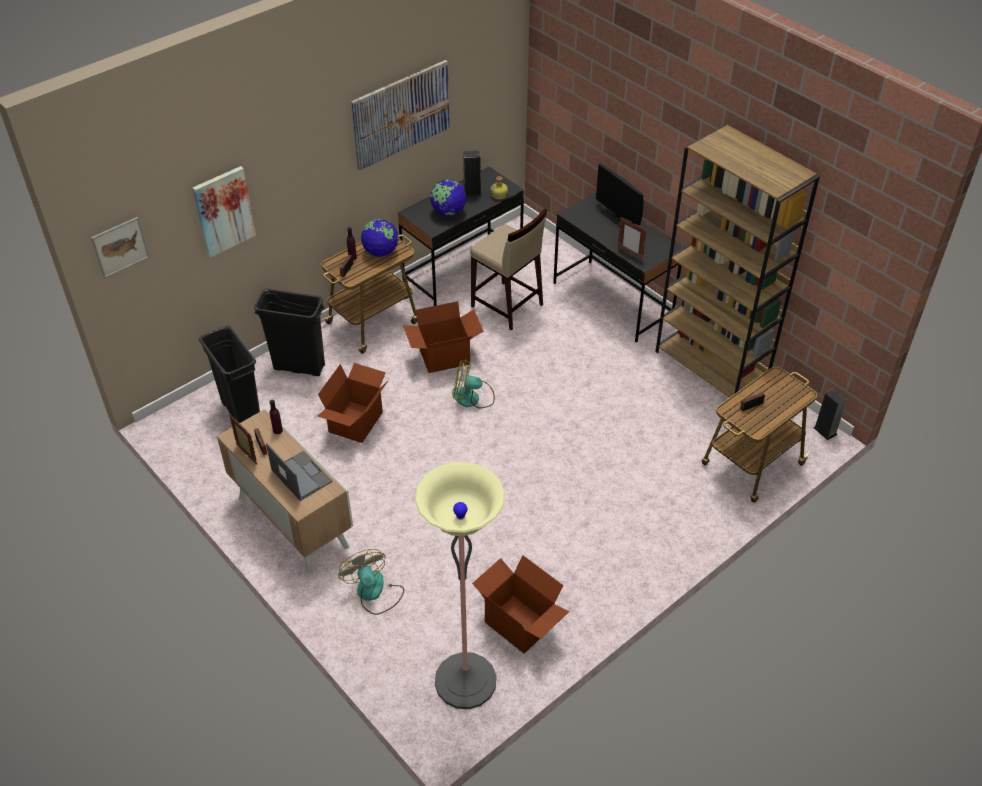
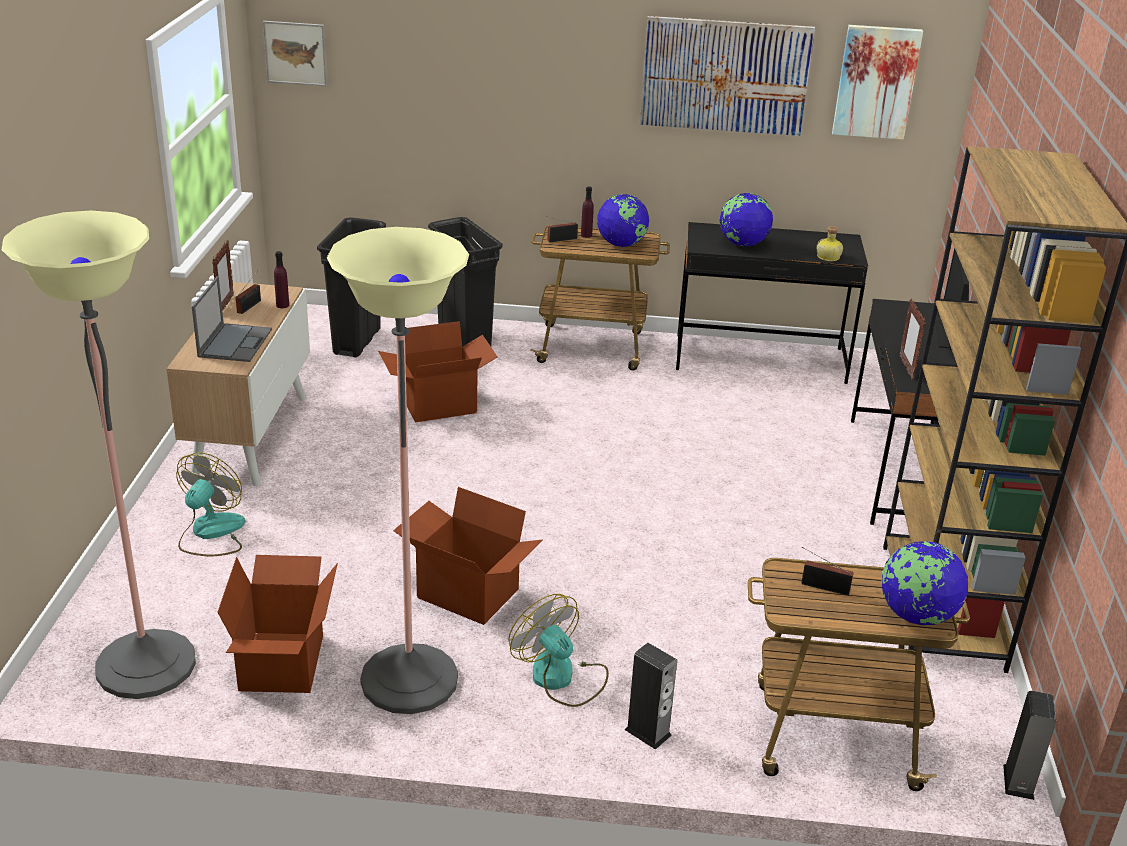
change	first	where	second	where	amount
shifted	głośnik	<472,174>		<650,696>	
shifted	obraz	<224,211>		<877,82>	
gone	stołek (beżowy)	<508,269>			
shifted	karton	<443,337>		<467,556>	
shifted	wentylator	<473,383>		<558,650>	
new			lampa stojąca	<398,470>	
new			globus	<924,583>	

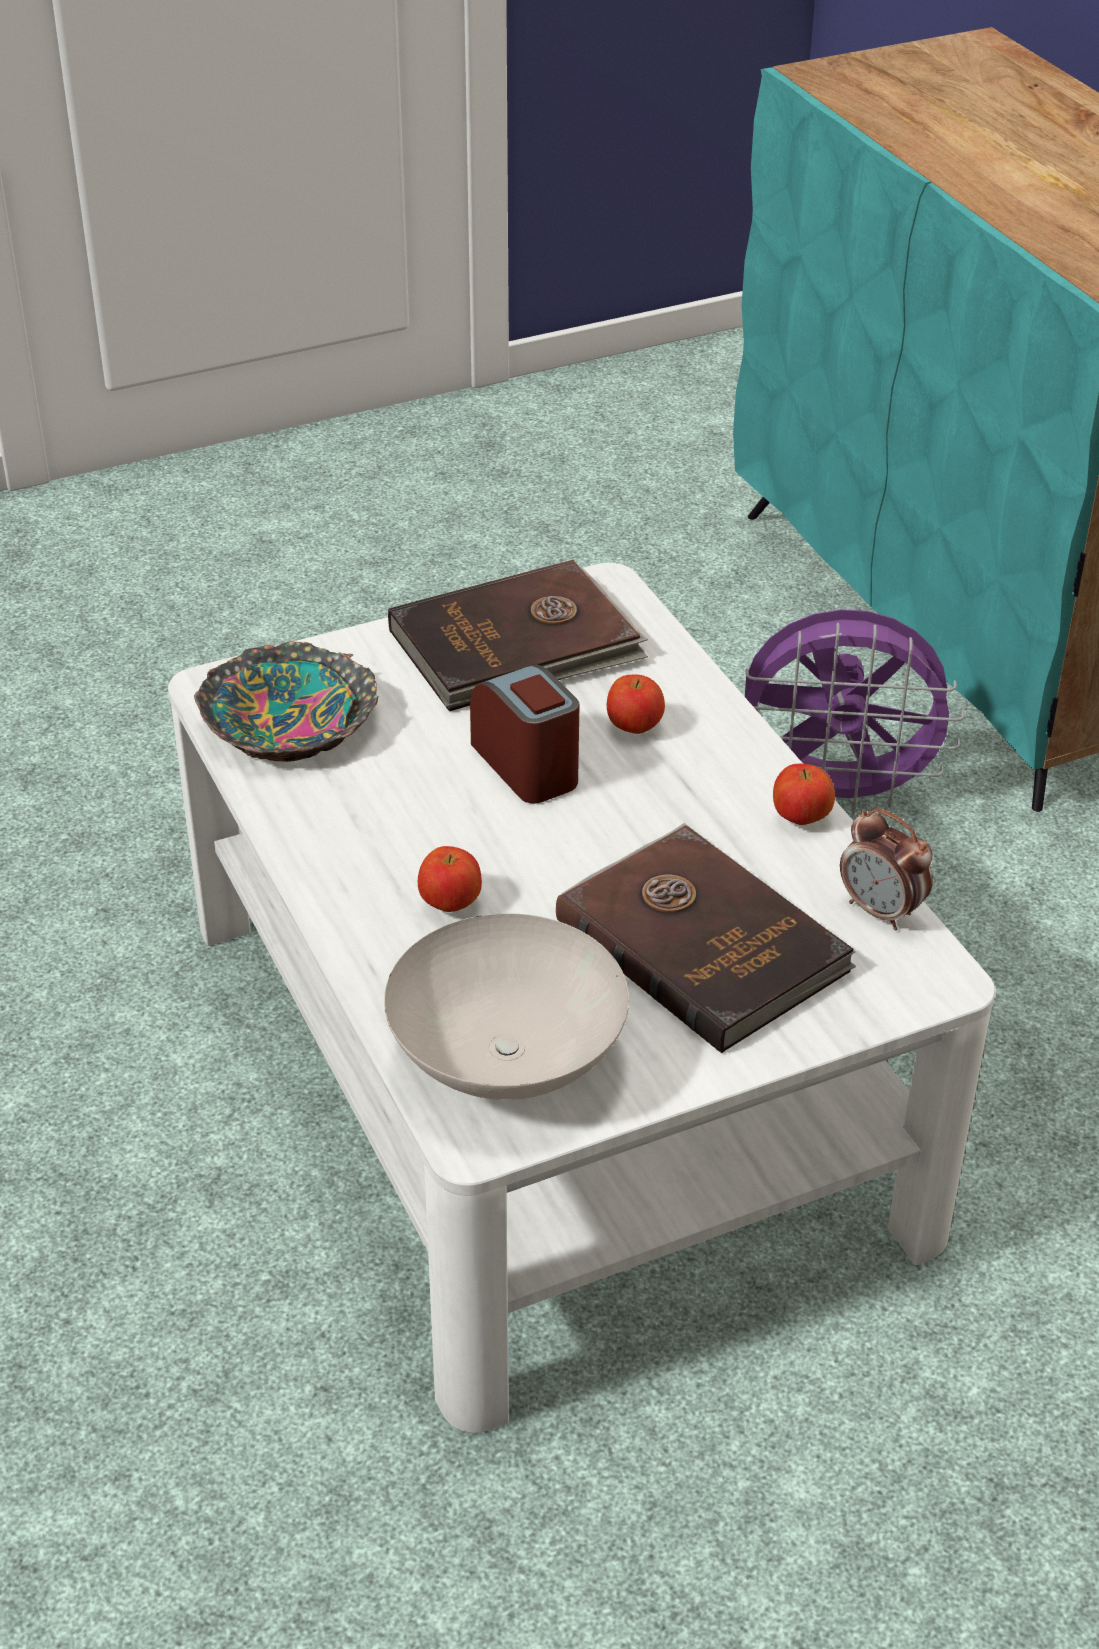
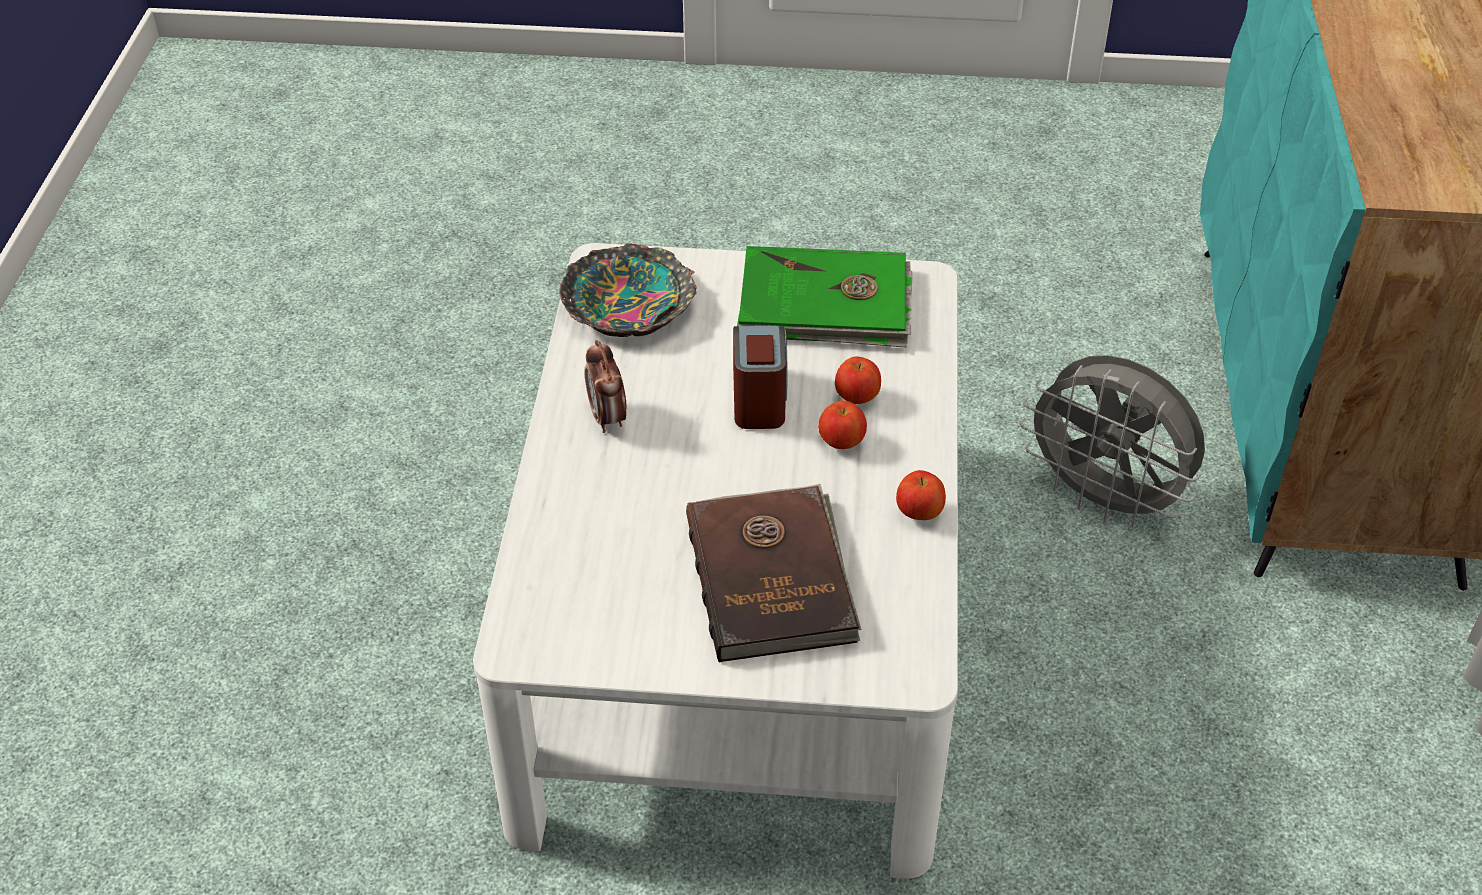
change	first	where	second	where	amount
repainted	książka (brązowy)	<518,635>	książka (zielony)	<824,297>	
repainted	wentylator (fioletowy)	<855,712>	wentylator (szary)	<1112,441>	
shifted	budzik	<886,869>		<605,386>	
shifted	jabłko	<450,879>		<842,424>	
gone	miska (biały)	<506,1006>			

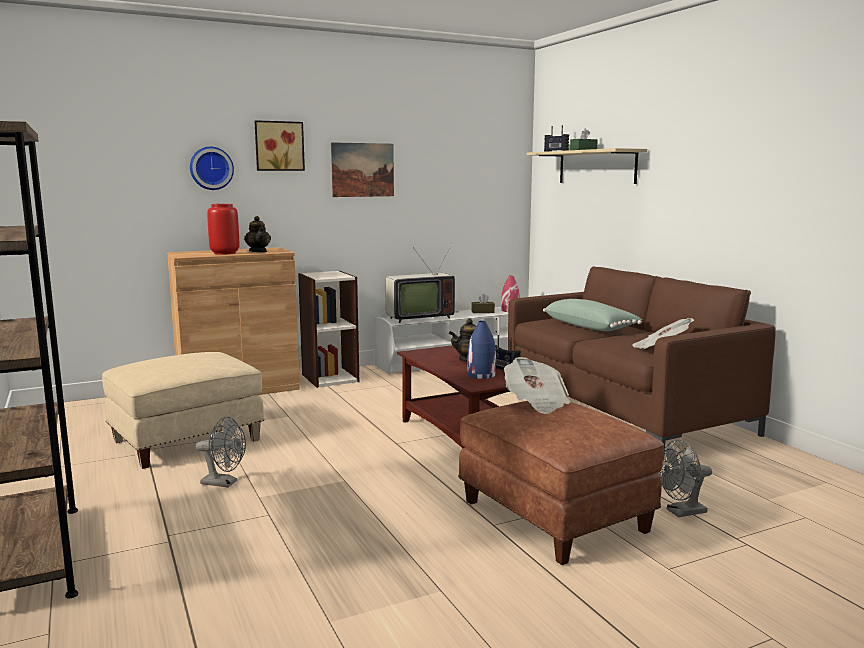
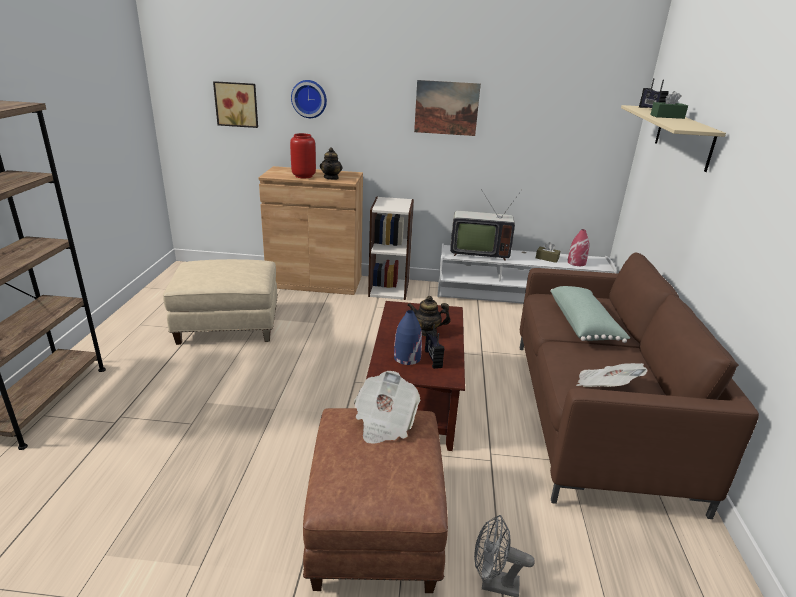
change	first	where	second	where	amount
shifted	obraz	<279,145>		<235,104>	
gone	wentylator (szary)	<221,452>			

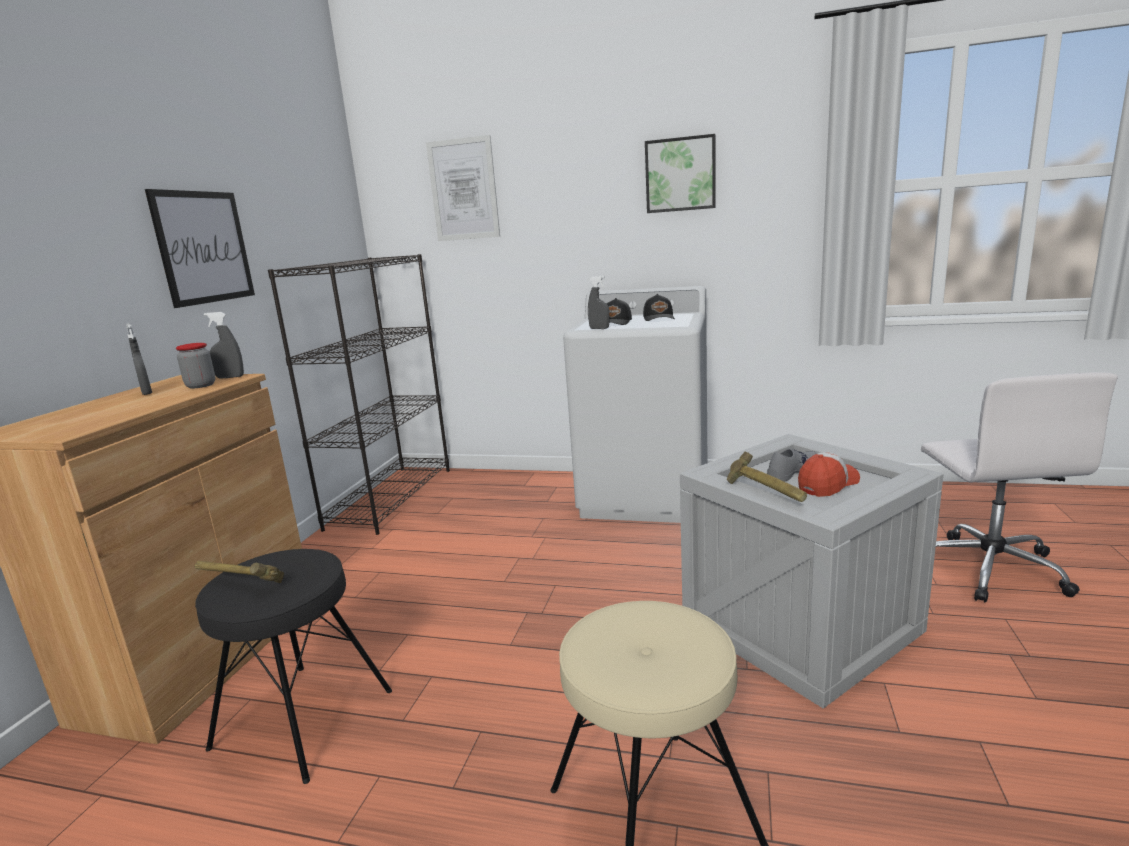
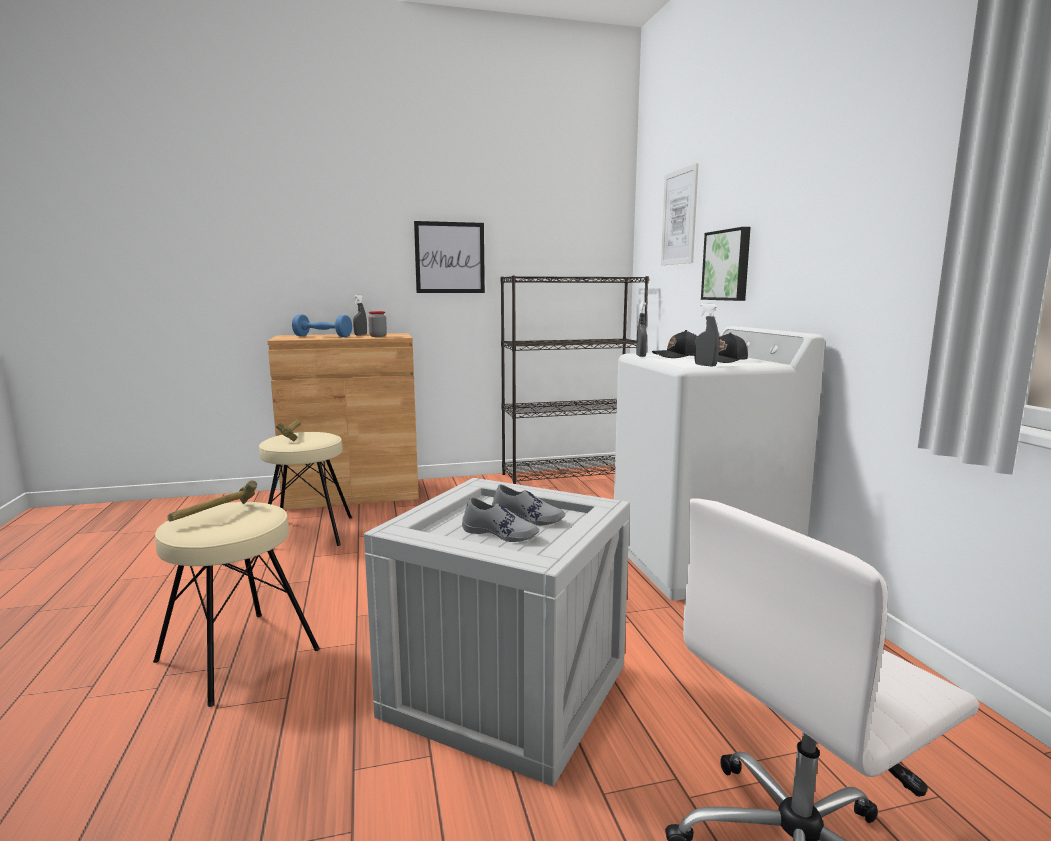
change	first	where	second	where	amount
shifted	obraz	<680,173>		<726,264>	
shifted	spryskiwacz (szary)	<224,345>		<706,334>	
shifted	młotek	<767,477>		<212,500>	
swapped	czapka z daszkiem	<829,474>	but (szary)	<501,519>	
repainted	stołek (czarny)	<293,666>	stołek (beżowy)	<305,489>	
new			hantel (niebieski)	<322,325>	

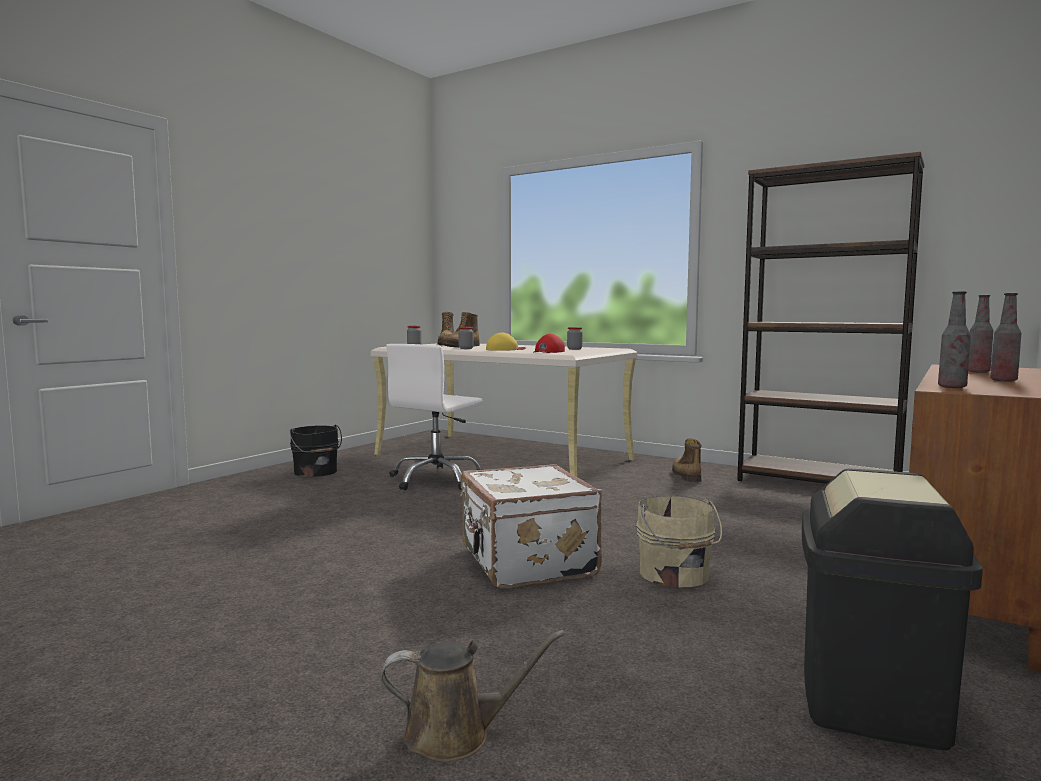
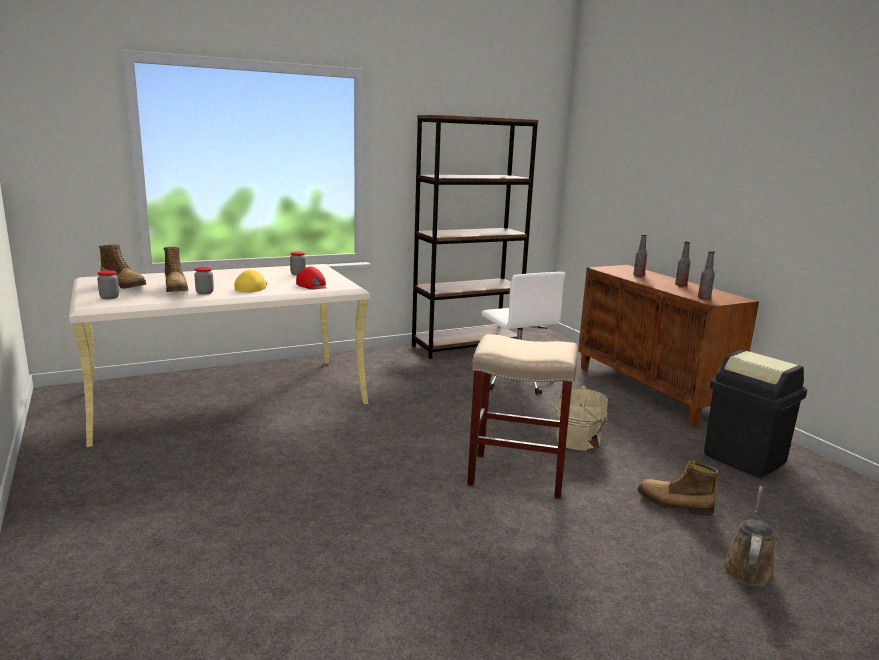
change	first	where	second	where	amount
shifted	krzesło biurowe (biały)	<434,417>		<523,333>	
gone	wiadro (czarny)	<315,451>			
shifted	but z cholewką	<687,460>		<677,488>	
swapped	walizka (biały)	<531,526>	stołek (beżowy)	<522,416>	

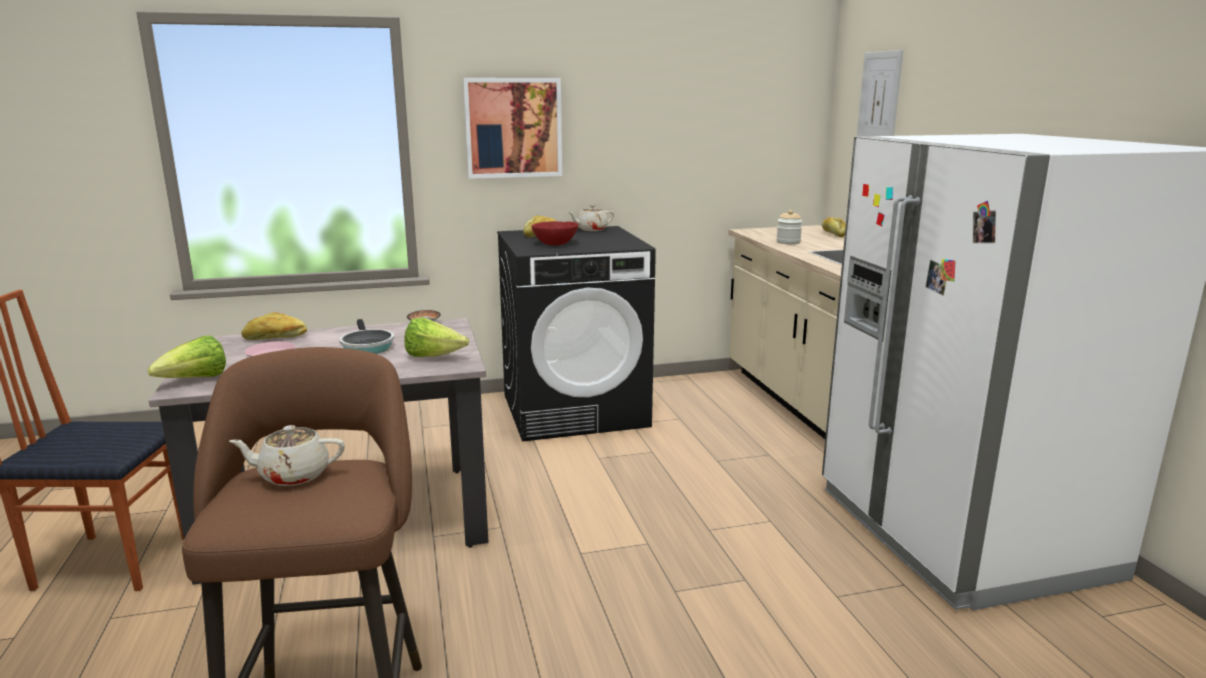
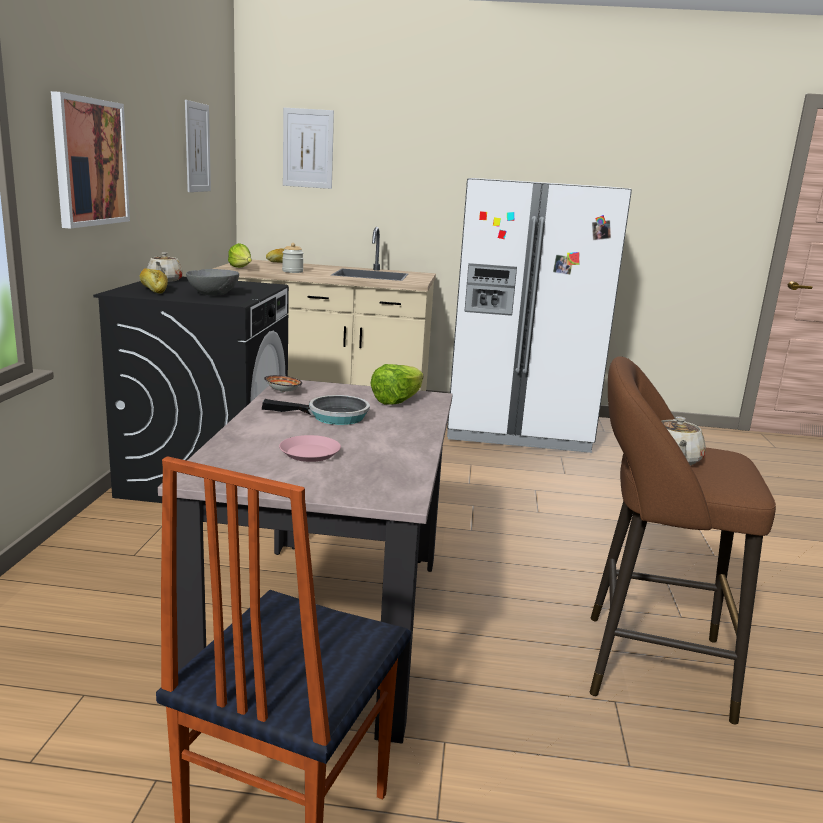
change	first	where	second	where	amount
repainted	miska (czerwony)	<555,233>	miska (szary)	<212,282>	
gone	chleb	<274,326>			
shifted	sałata	<187,357>		<240,255>	
new			obraz	<198,146>	

